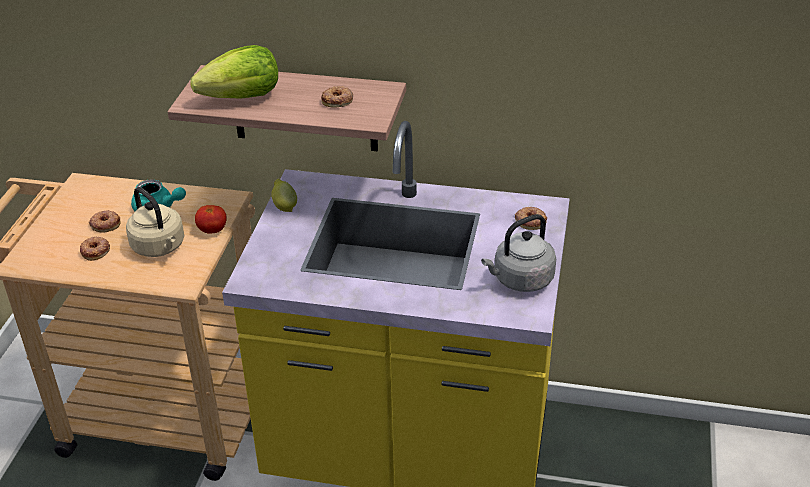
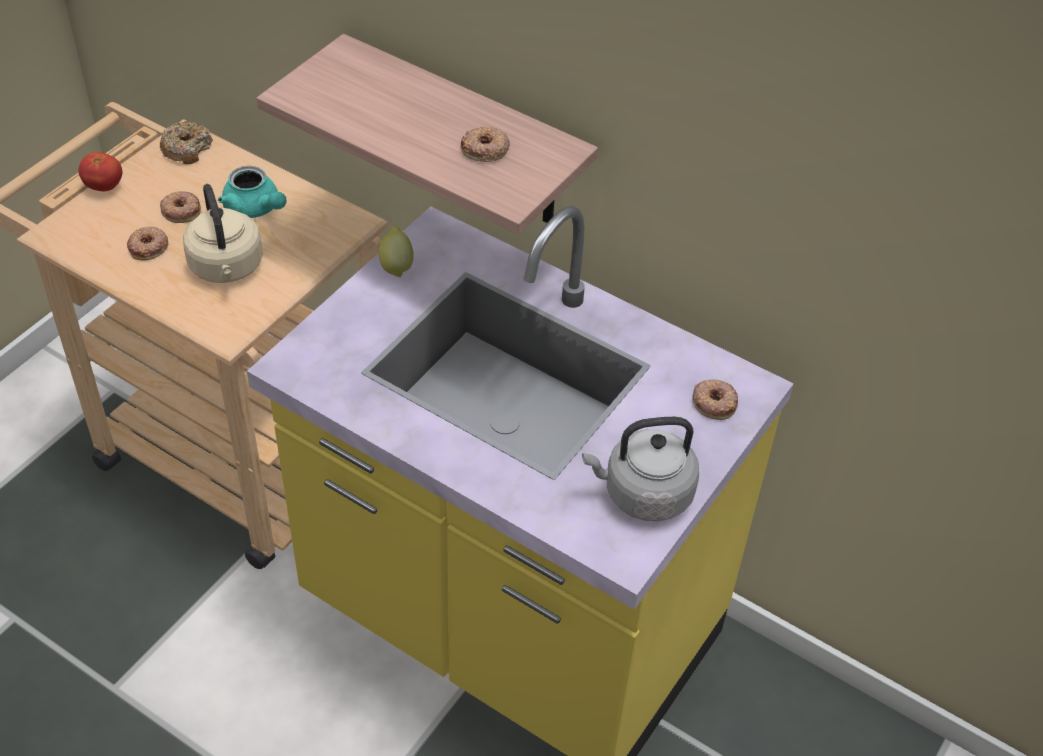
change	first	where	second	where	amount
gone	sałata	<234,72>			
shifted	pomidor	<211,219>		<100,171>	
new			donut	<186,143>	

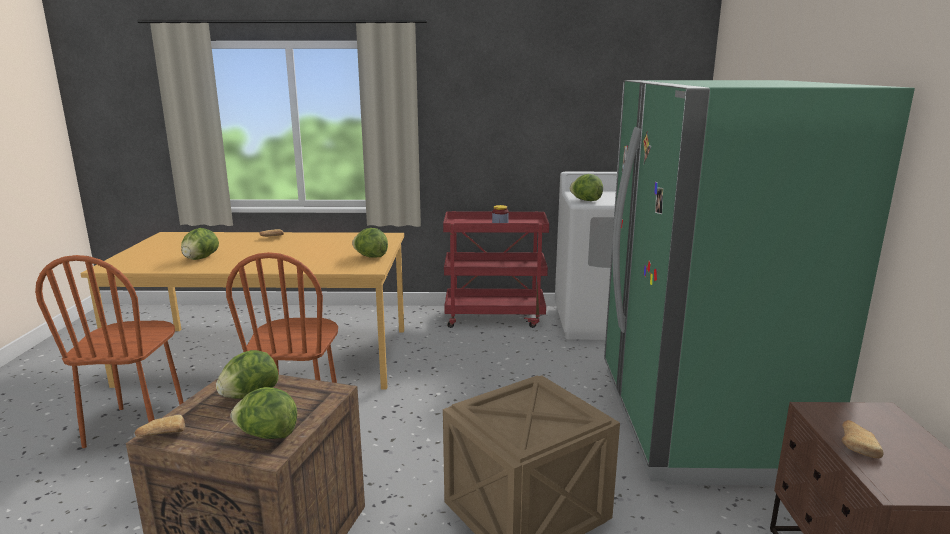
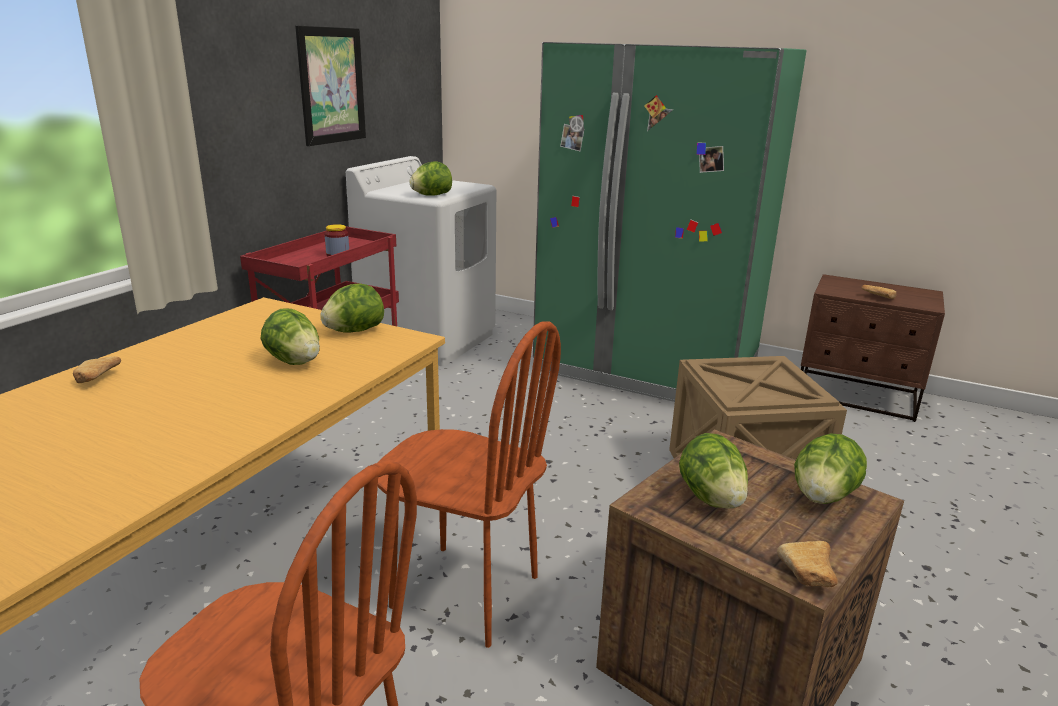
change	first	where	second	where	amount
shifted	sałata	<200,244>		<290,337>	
new			obraz	<330,86>	

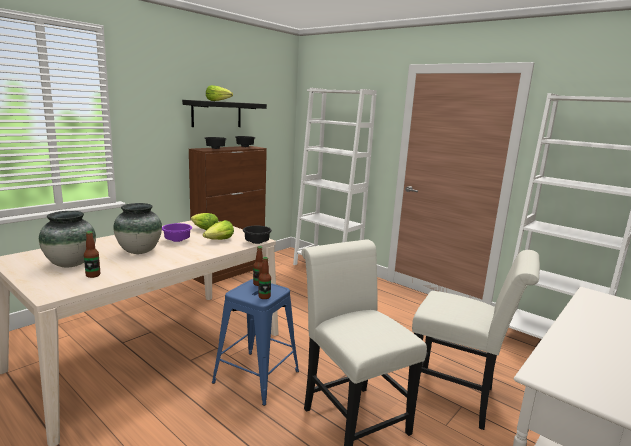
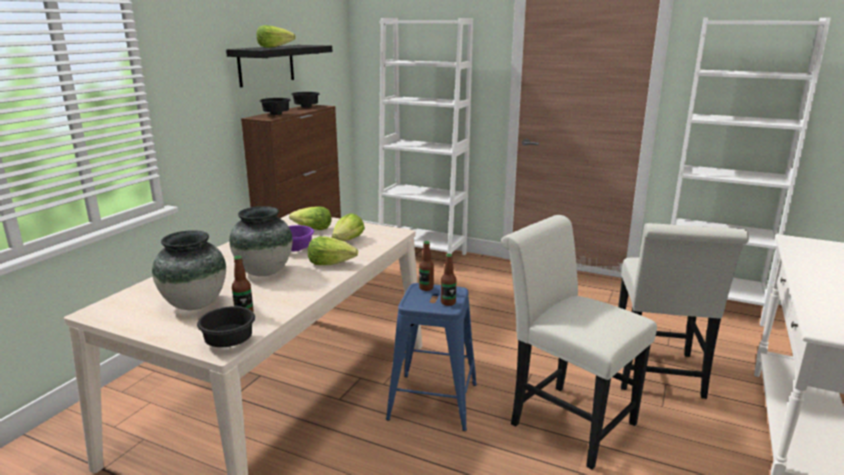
change	first	where	second	where	amount
shifted	miska (czarny)	<257,235>		<226,326>	
rotated	krzesło (biały)	<476,340>		<683,311>	90 degrees clockwise
new			sałata	<333,250>	

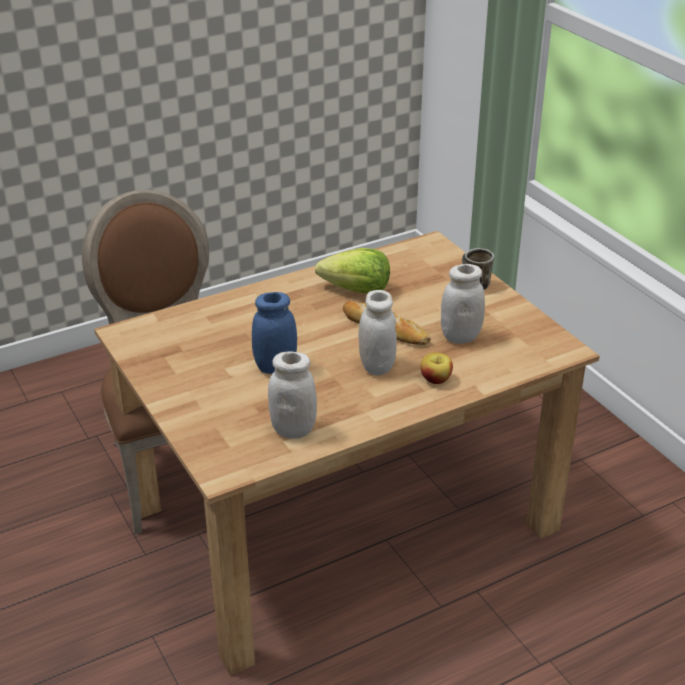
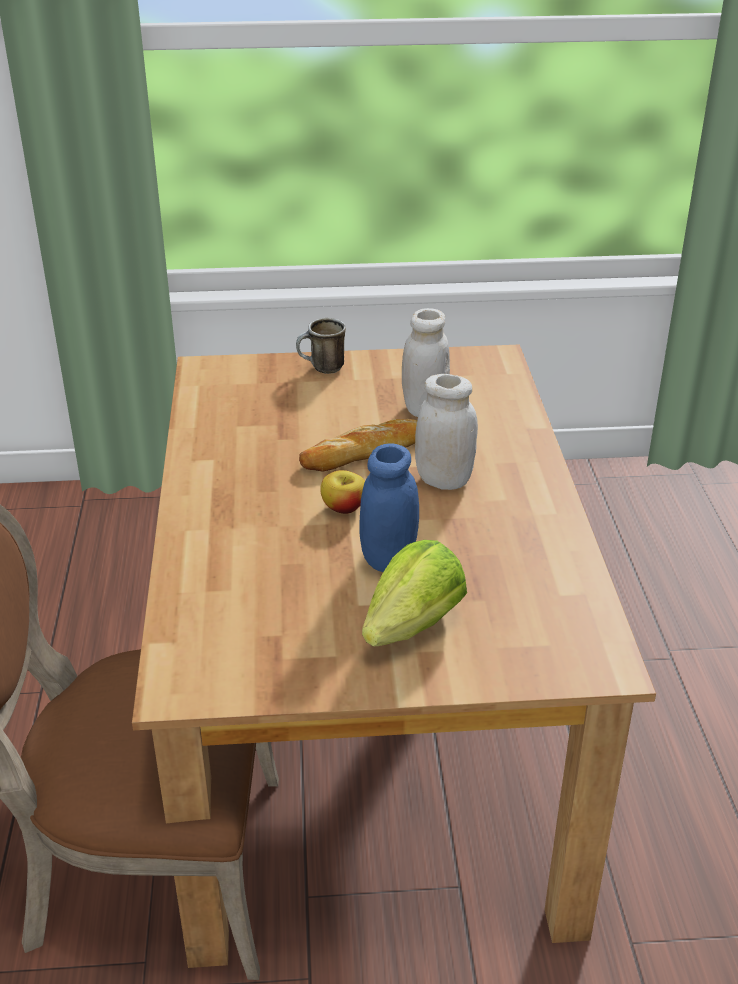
change	first	where	second	where	amount
shifted	sałata	<352,270>		<414,593>	
gone	słoik (biały)	<292,395>			
shifted	jabłko	<436,368>		<342,492>	

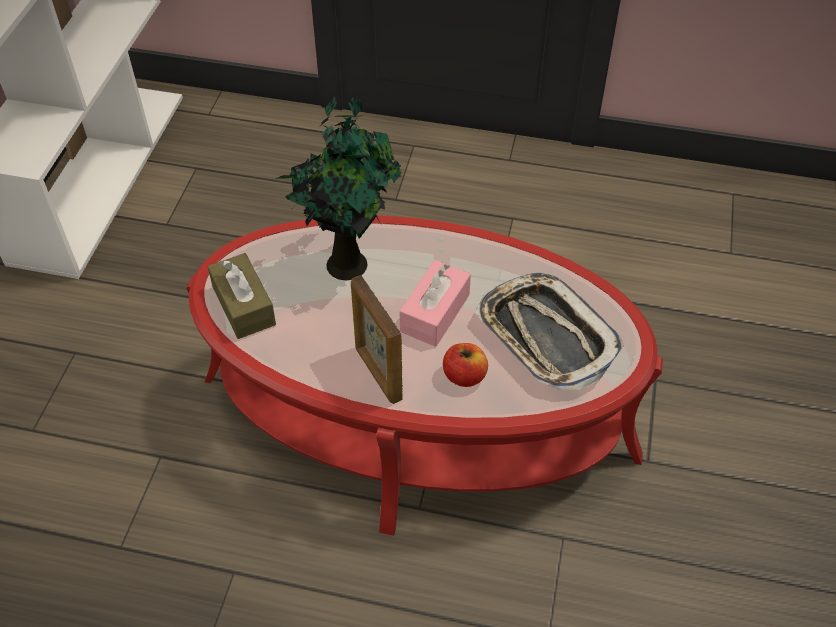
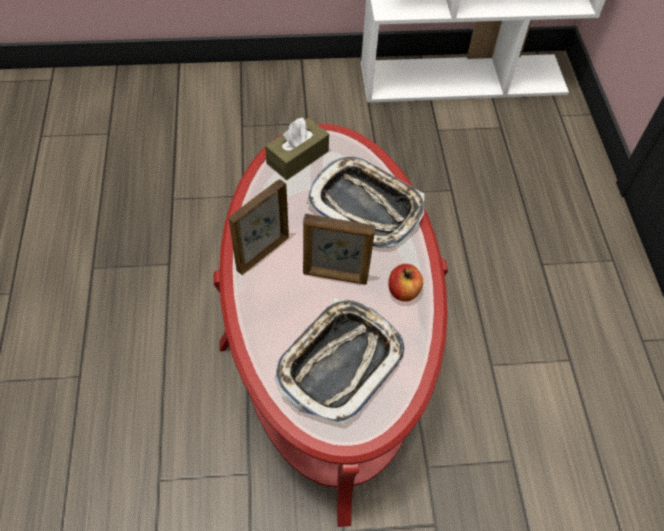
change	first	where	second	where	amount
swapped	roślina doniczkowa	<339,186>	taca	<365,202>	
swapped	pudełko chusteczek (różowy)	<435,303>	ramka na zdjęcie	<339,249>	
shifted	jabłko	<465,365>		<405,283>	

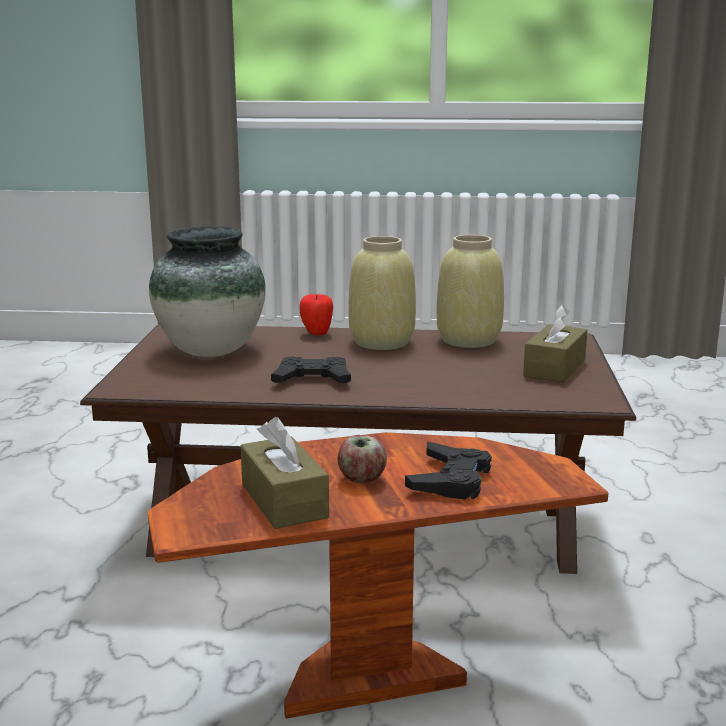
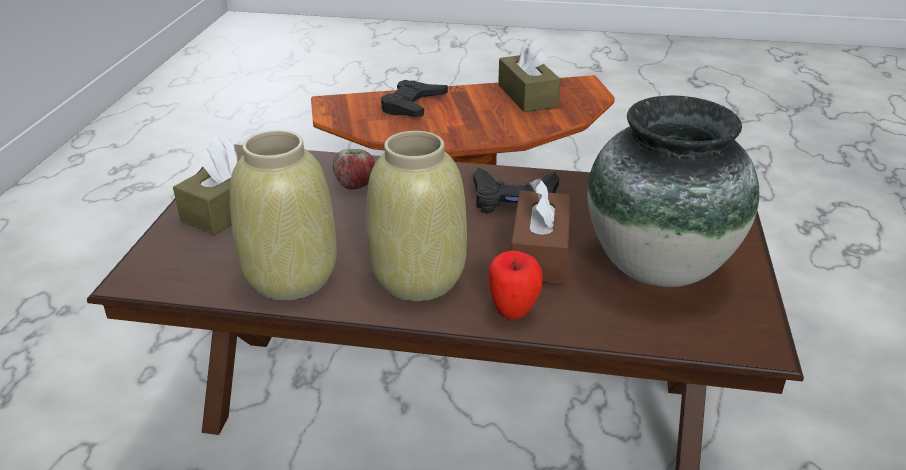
change	first	where	second	where	amount
shifted	jabłko	<362,459>		<354,169>	
new			pudełko chusteczek (brązowy)	<541,231>	

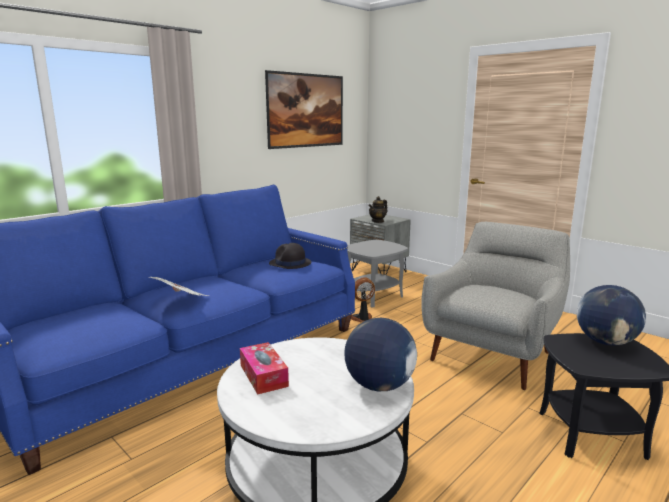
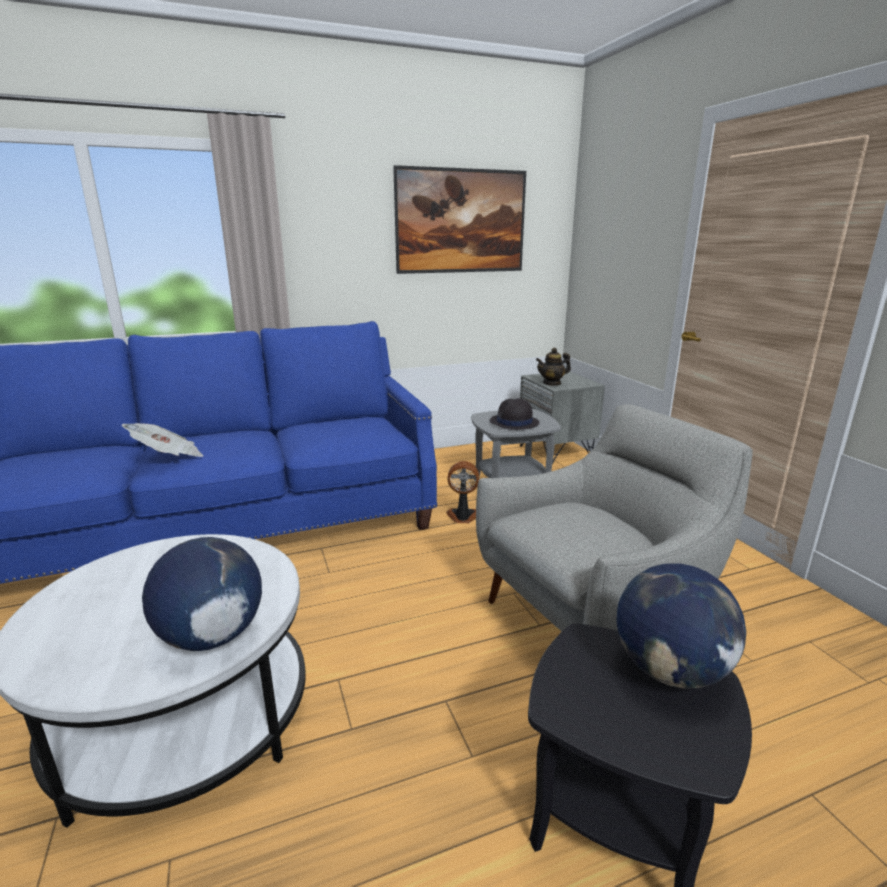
change	first	where	second	where	amount
shifted	kapelusz (czarny)	<290,256>		<514,414>	
gone	pudełko chusteczek	<264,368>			

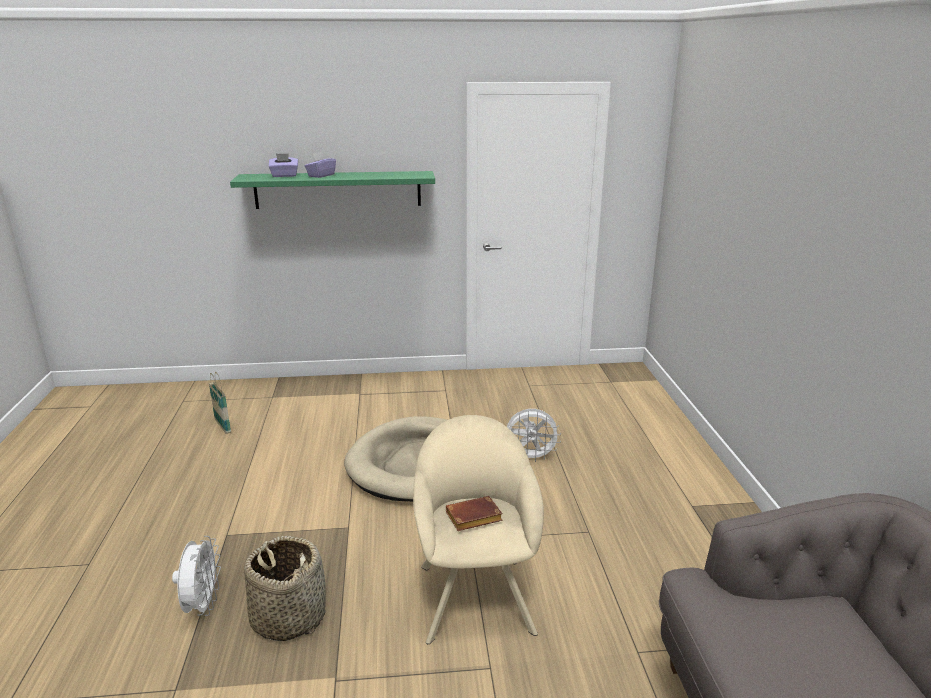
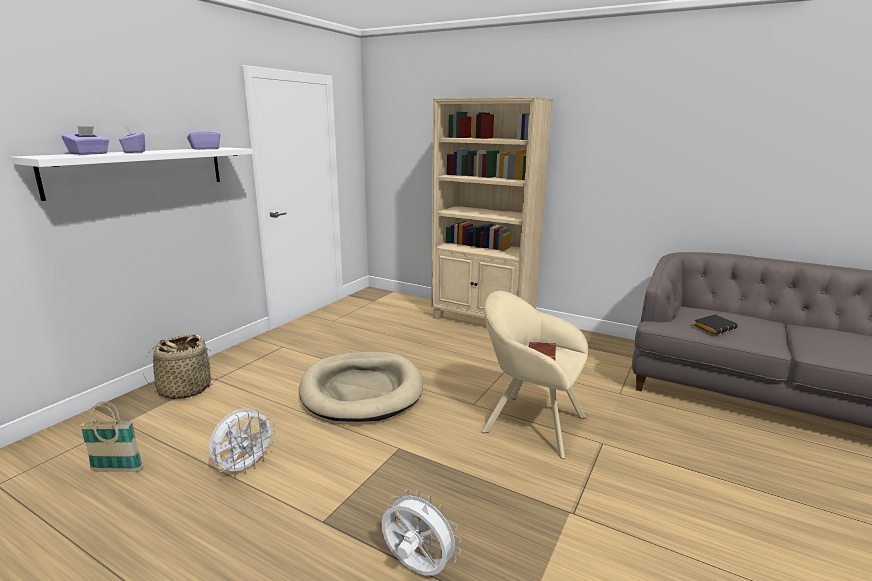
change	first	where	second	where	amount
repainted	półka (zielony)	<332,190>	półka (biały)	<132,174>	
shifted	wentylator (biały)	<534,435>		<242,442>	
shifted	koszyk	<285,588>		<180,367>	
new			regał (beżowy)	<492,208>	
new			pudełko chusteczek (fioletowy)	<203,138>	
new			książka (czarny)	<716,325>	

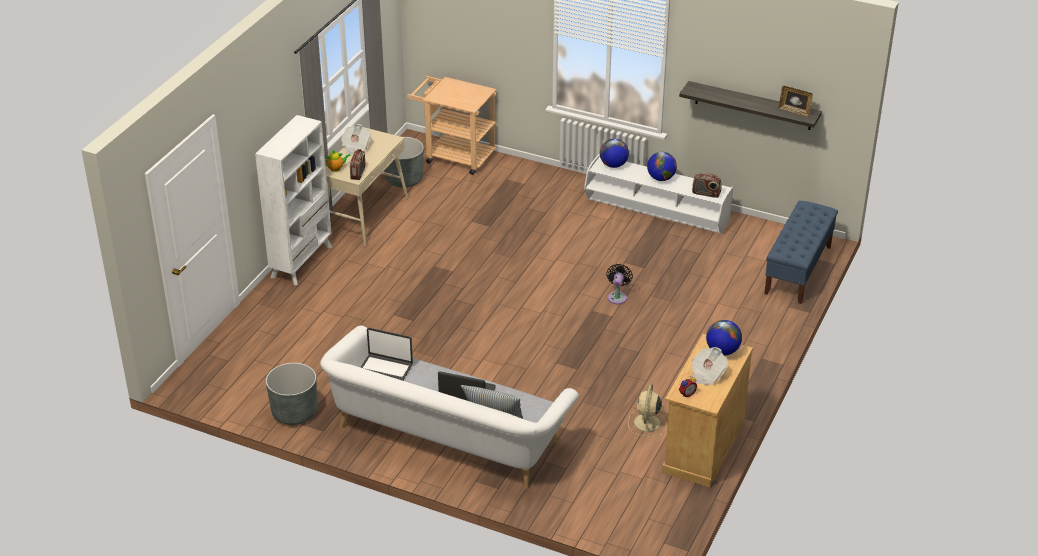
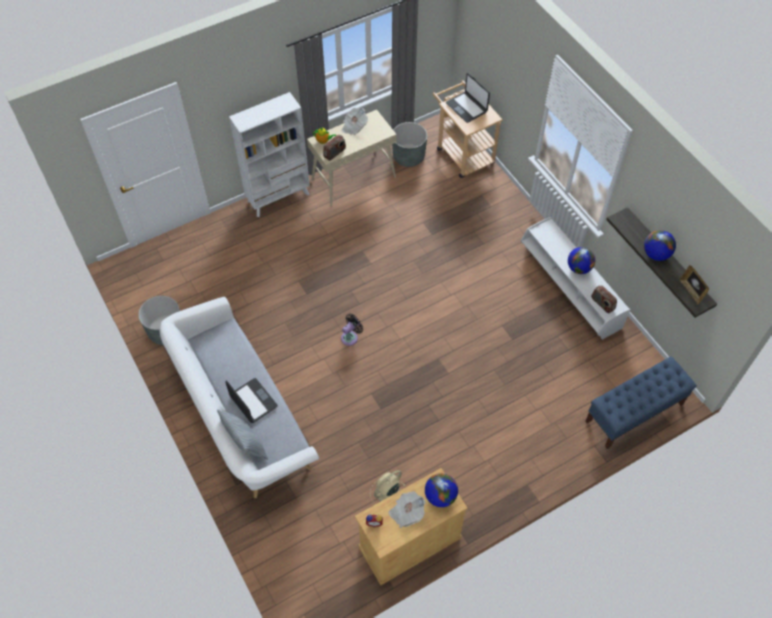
change	first	where	second	where	amount
shifted	globus	<614,153>		<660,245>	
shifted	wentylator (czarny)	<619,284>		<352,330>	
shifted	laptop	<387,354>		<468,98>	

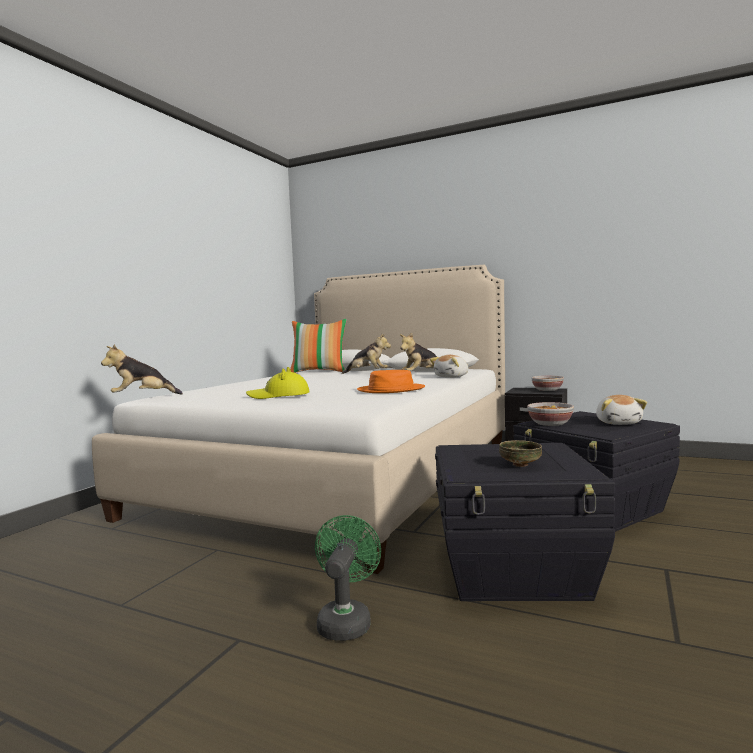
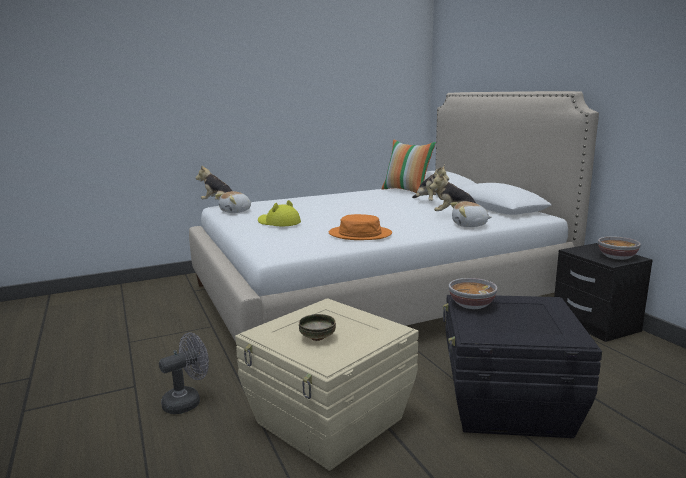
change	first	where	second	where	amount
shifted	pluszak	<621,410>		<233,202>	
repainted	pojemnik do przechowywania (czarny)	<525,522>	pojemnik do przechowywania (beżowy)	<327,384>	
repainted	wentylator (zielony)	<348,578>	wentylator (szary)	<184,373>	

